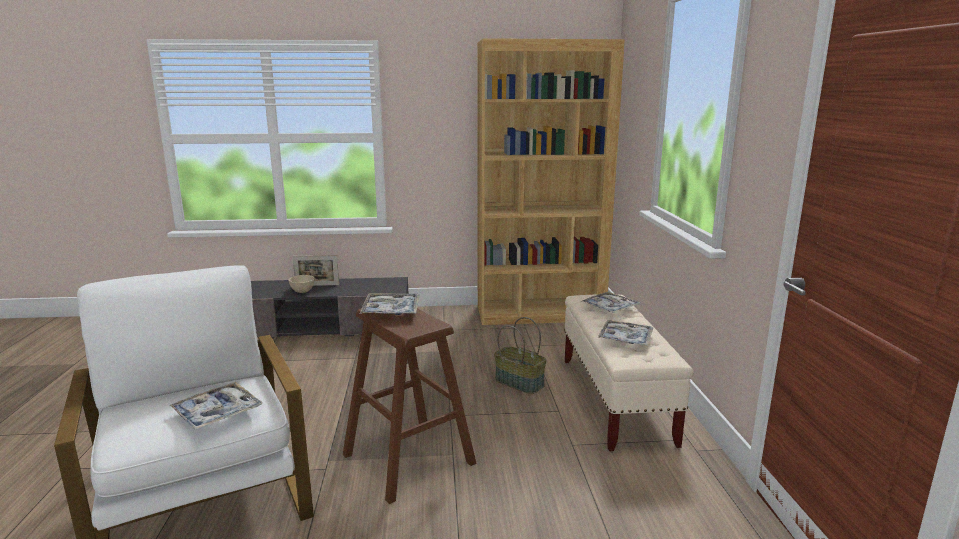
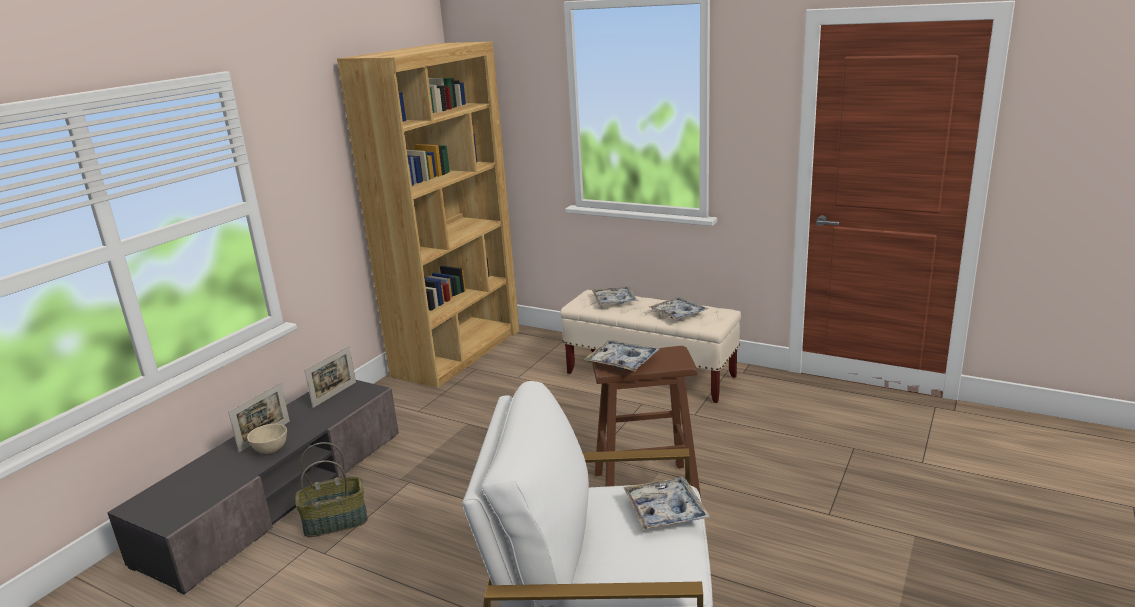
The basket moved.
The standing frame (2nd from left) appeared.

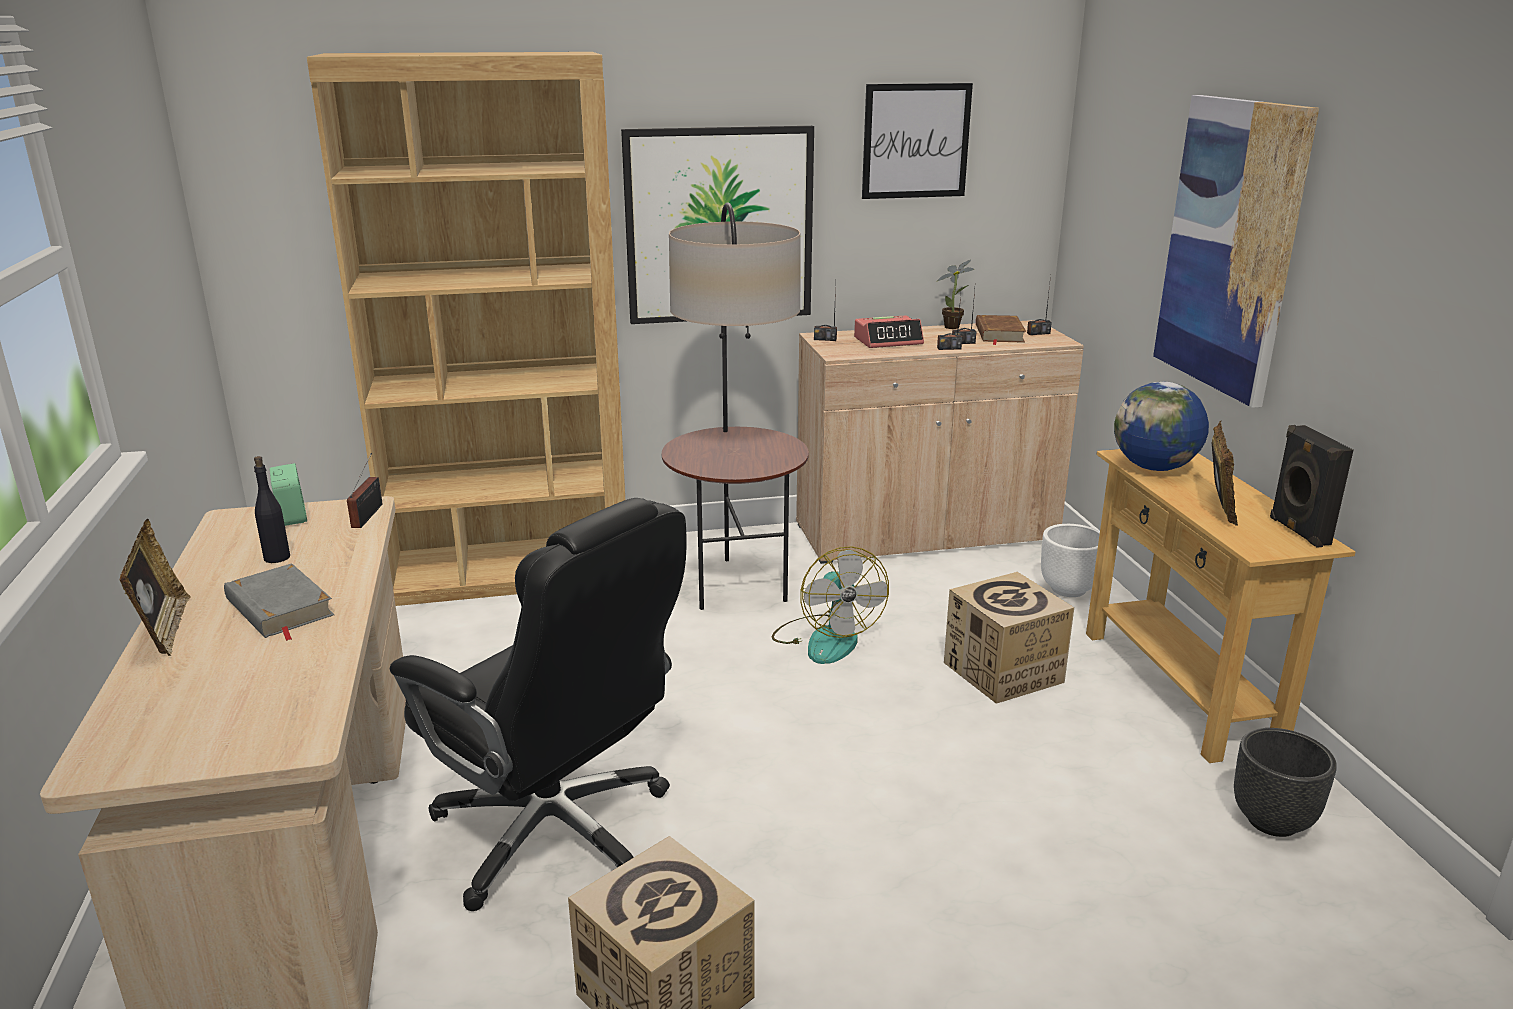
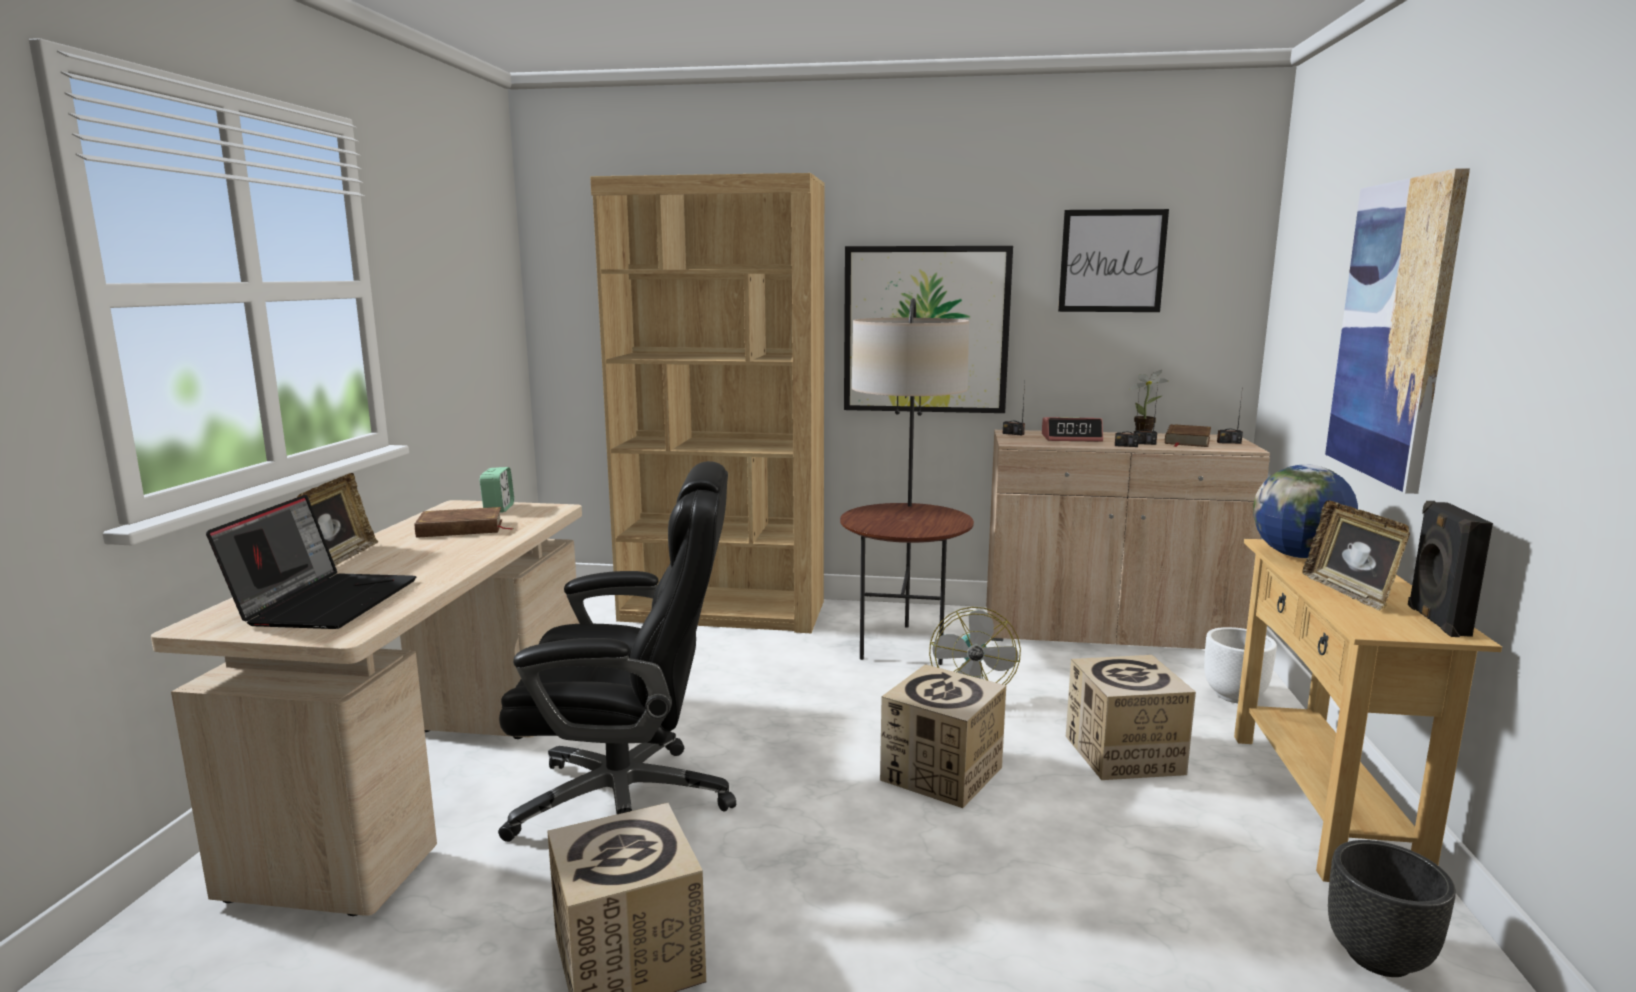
The standing frame (2nd from left) turned 135 degrees clockwise.
The radio receiver (1st from left) disappeared.
The beverage bottle in blackish was replaced by the book in brown (1st from left).
The desk chair in blackish turned 60 degrees counterclockwise.
The book in greyish disappeared.
The portable computer appeared.
The packing box (2nd from left) appeared.

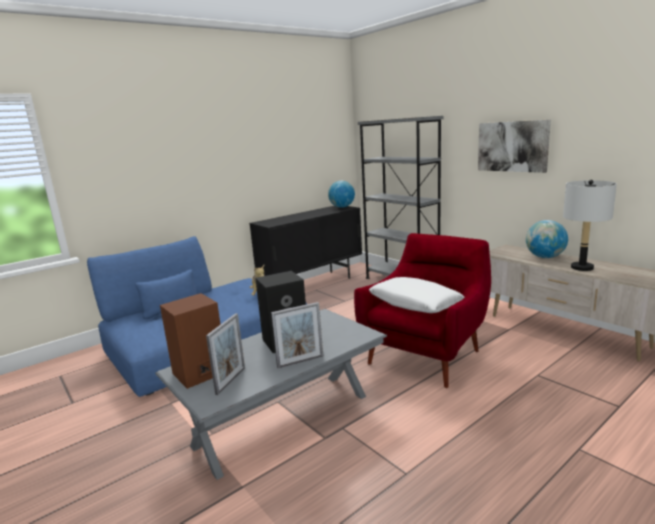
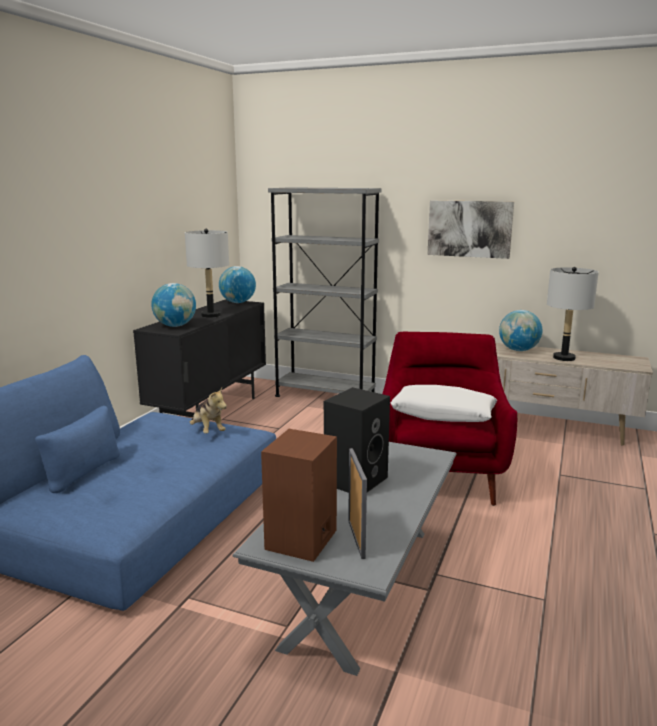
The standing frame (2nd from left) disappeared.
The lamp for a table in greyish (1st from left) appeared.
The desk globe (1st from left) appeared.

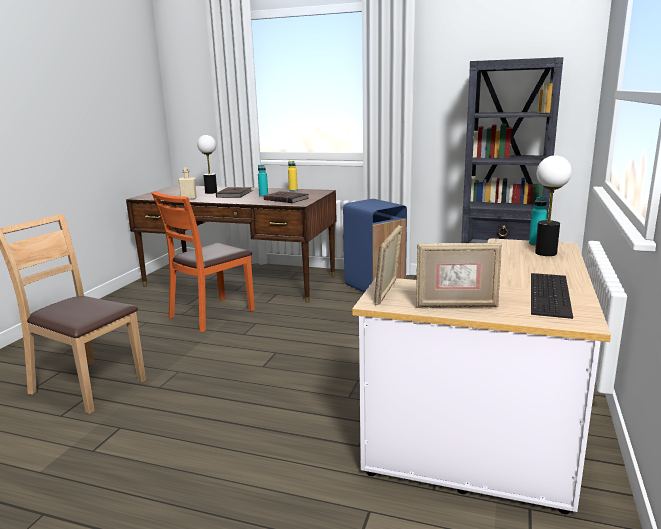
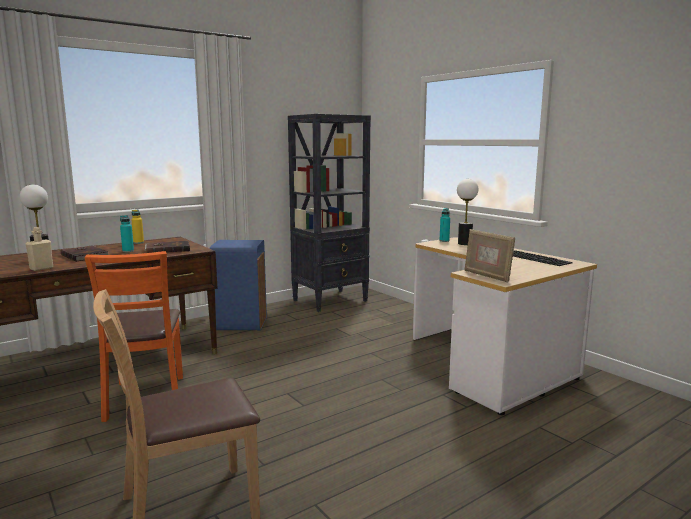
The standing frame (2nd from left) disappeared.

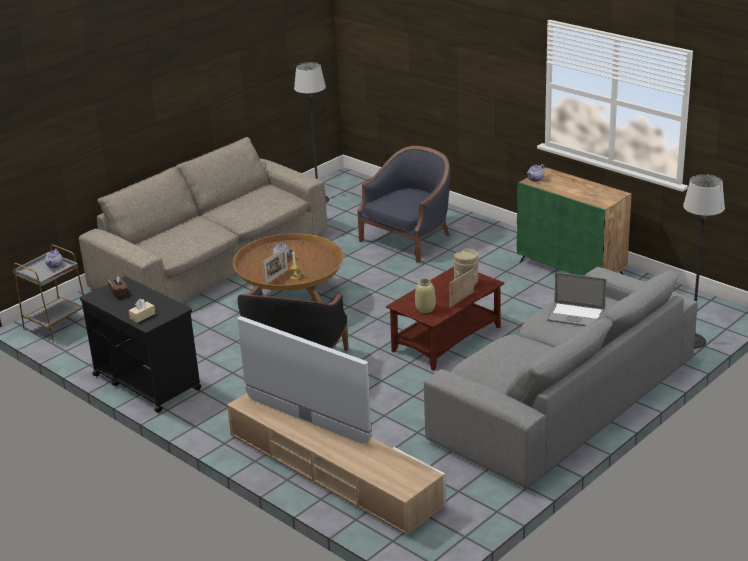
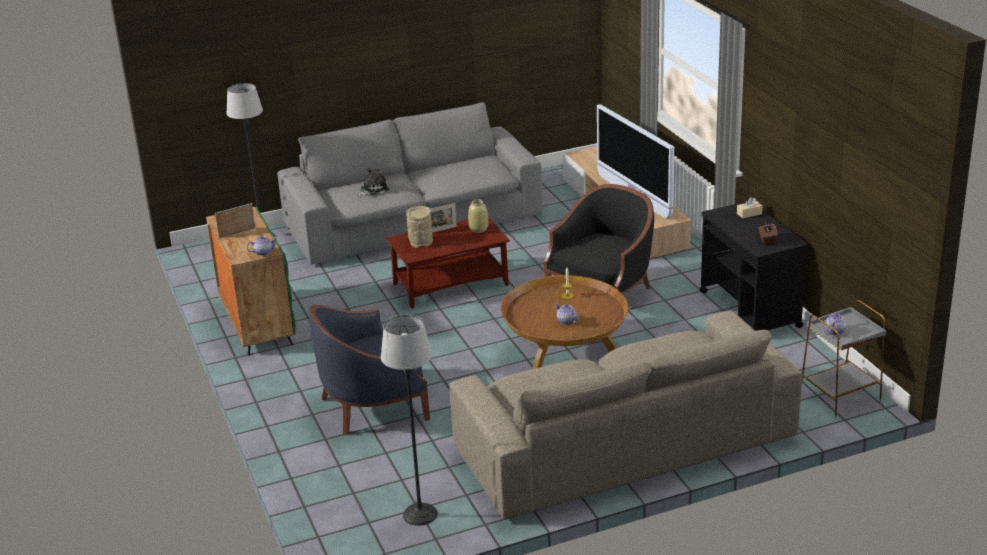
The standing frame (1st from left) moved.
The portable computer was replaced by the plush toy.

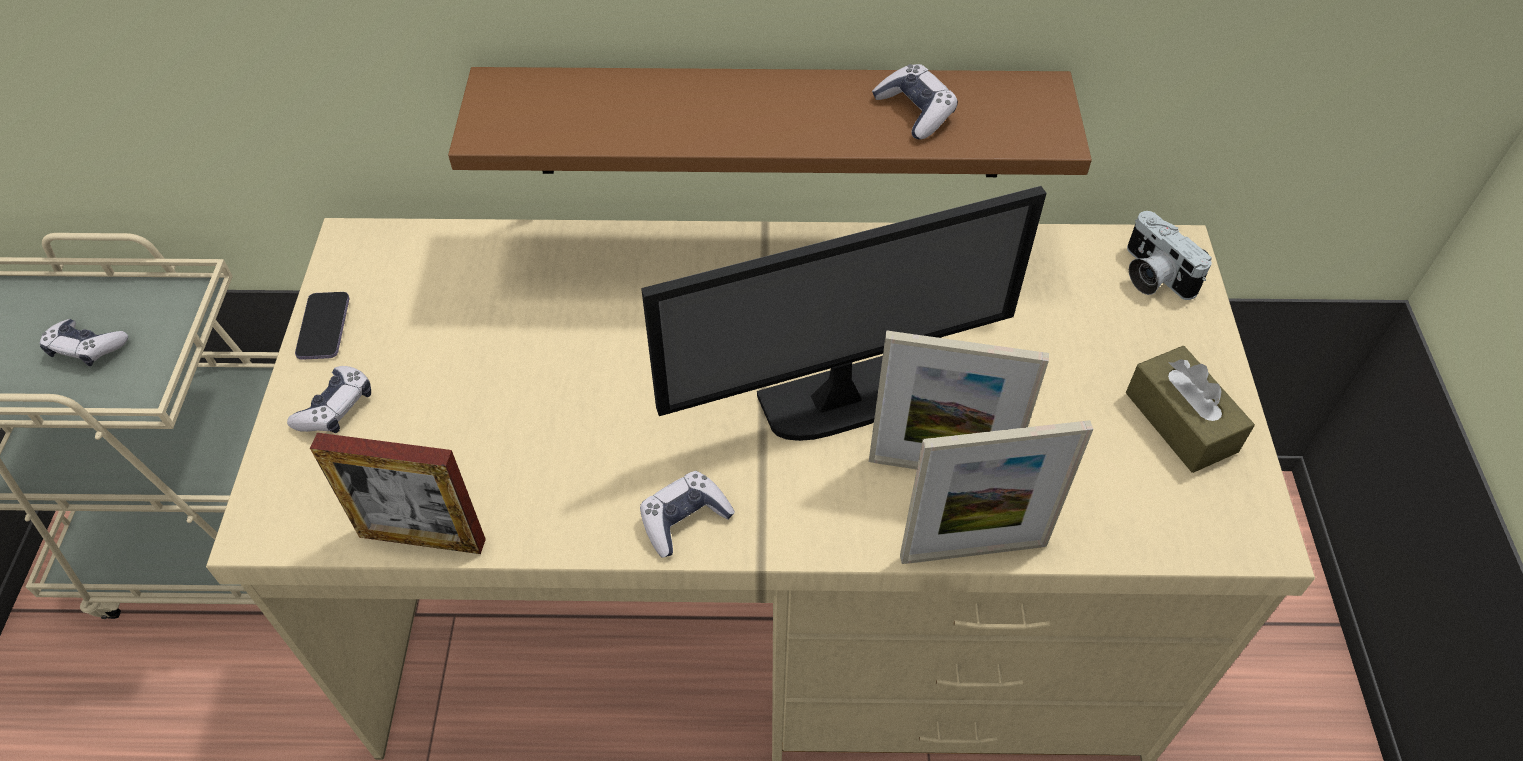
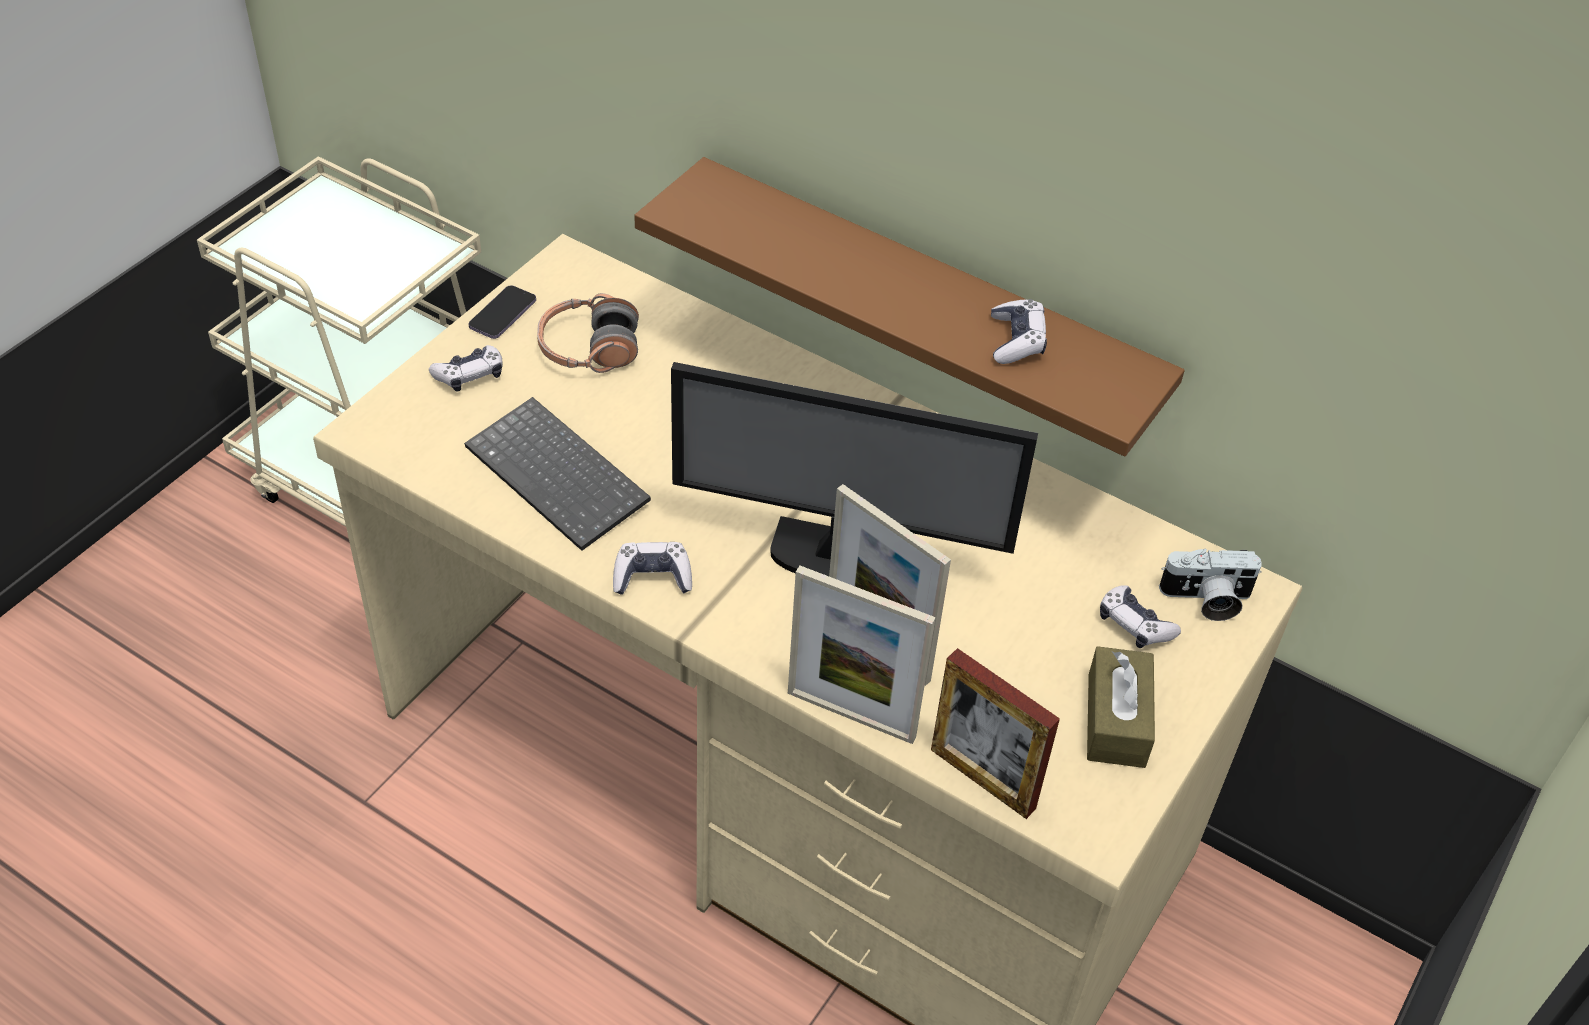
The still camera turned 90 degrees counterclockwise.
The gamepad (1st from left in the first image) moved.
The standing frame (1st from left in the first image) moved.
The pair of headphones appeared.
The keyboard appeared.

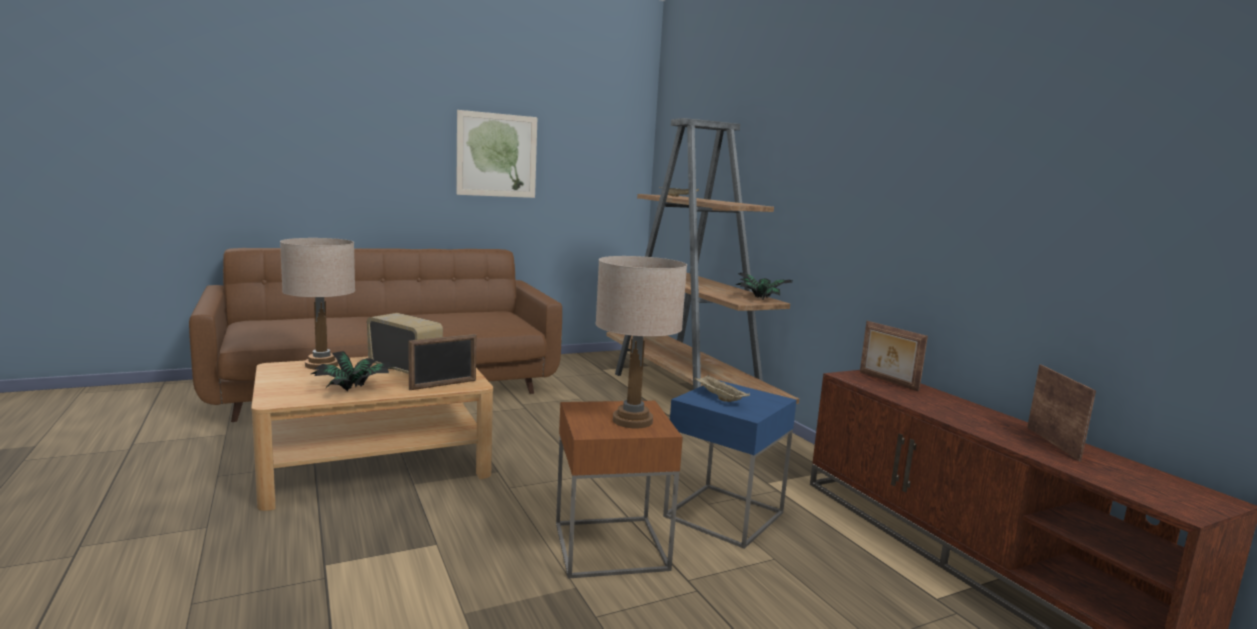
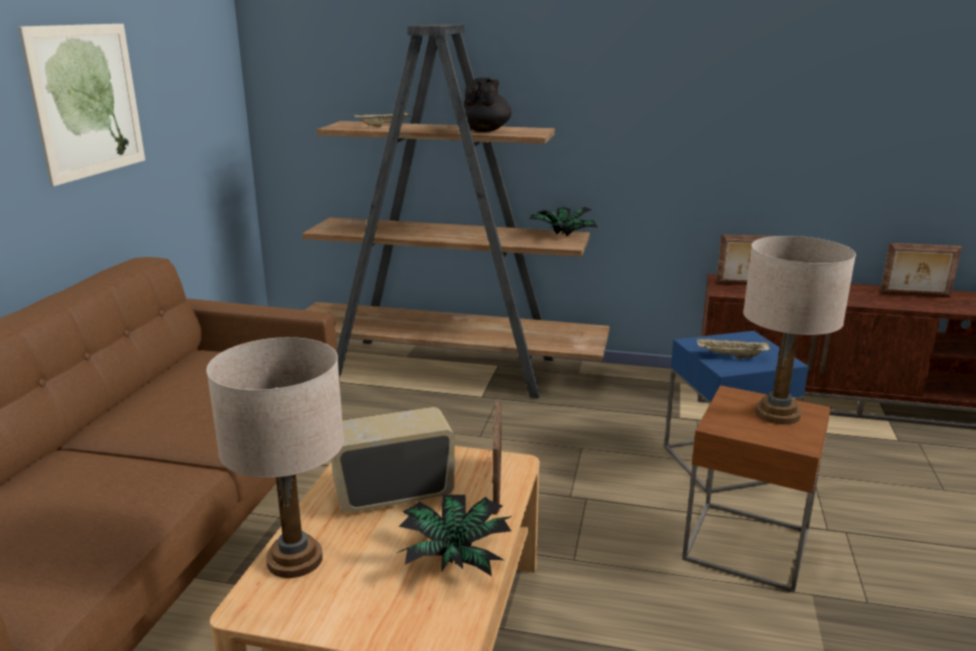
The standing frame (3rd from left) turned 150 degrees clockwise.
The pot for tea in blackish appeared.

